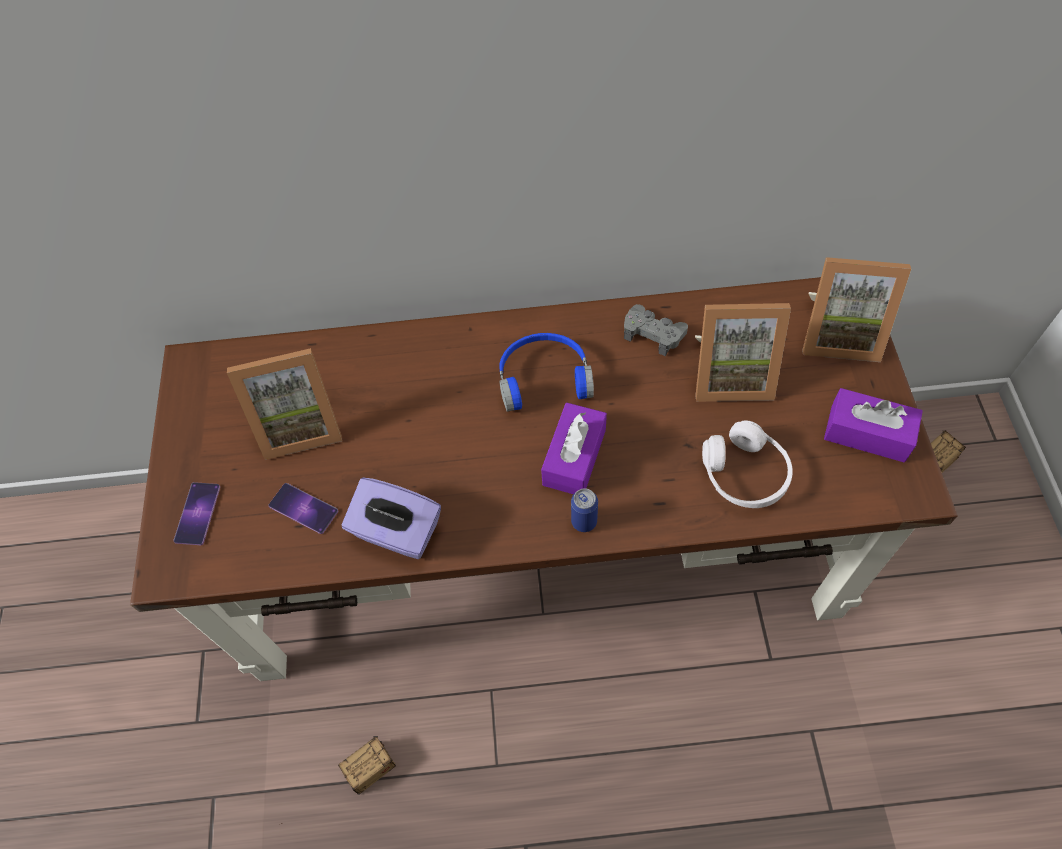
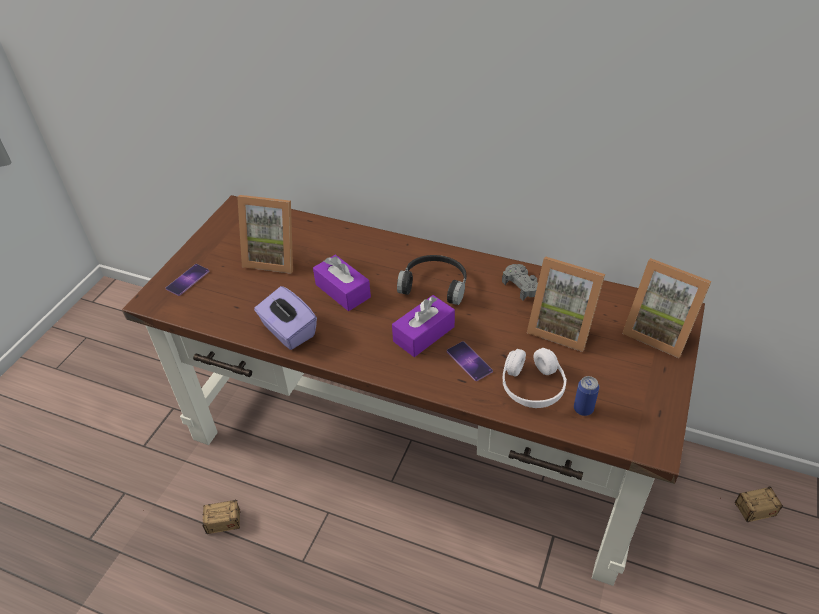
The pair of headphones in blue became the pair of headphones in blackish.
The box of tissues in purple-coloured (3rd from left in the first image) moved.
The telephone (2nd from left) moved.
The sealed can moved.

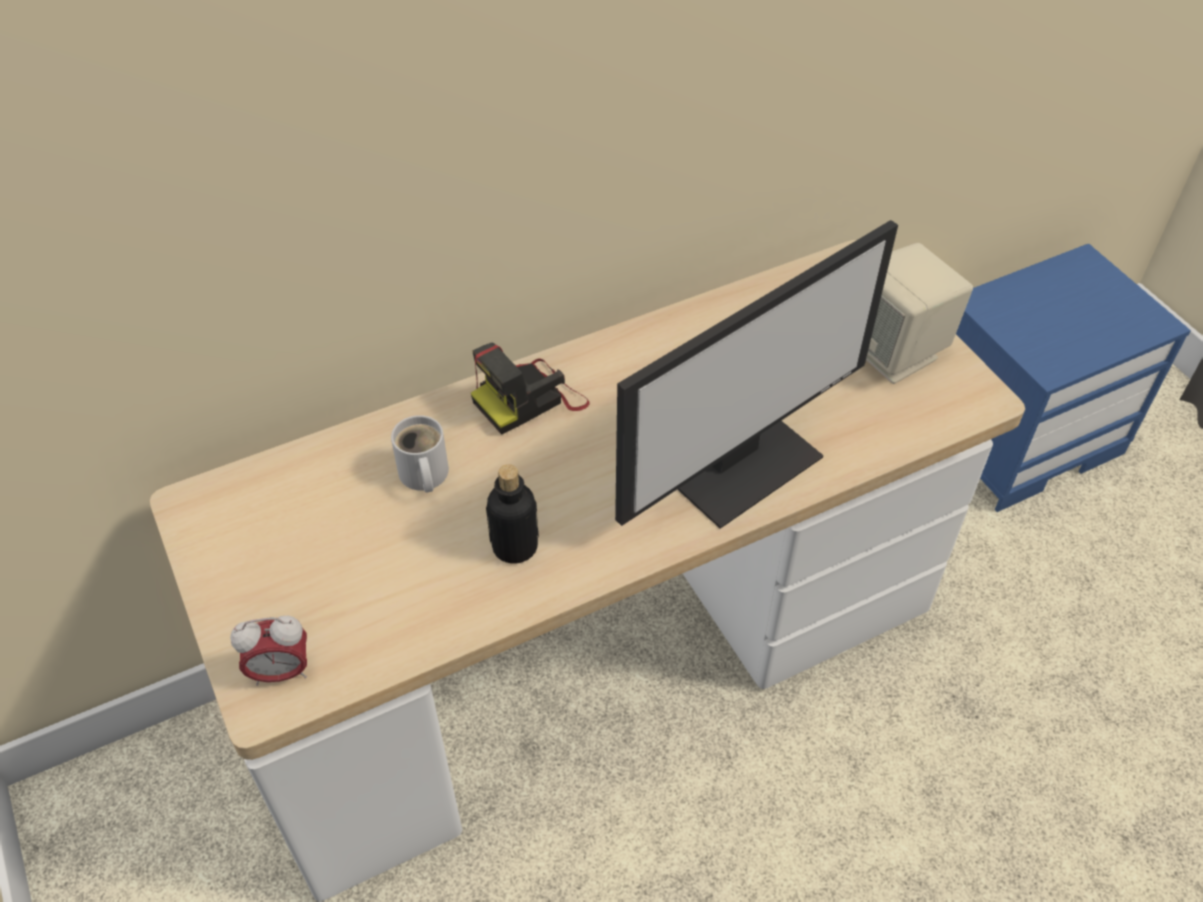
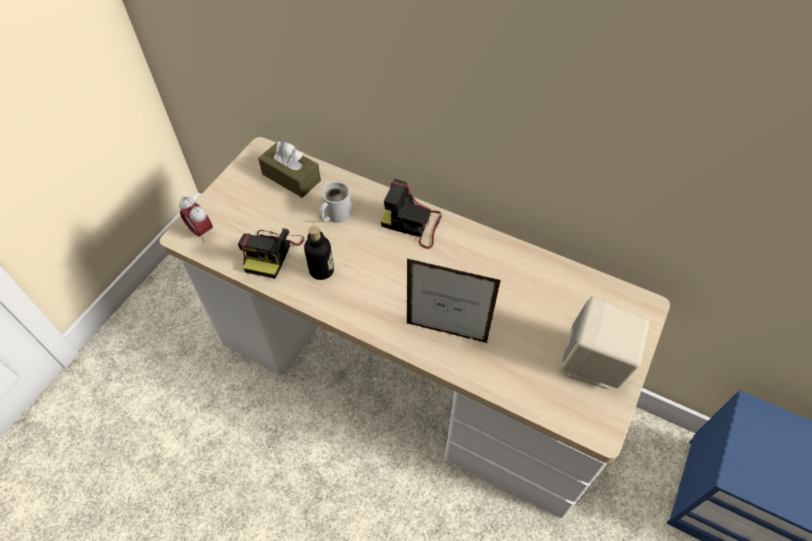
The computer screen was replaced by the standing frame.
The box of tissues in brown appeared.
The still camera (1st from left) appeared.

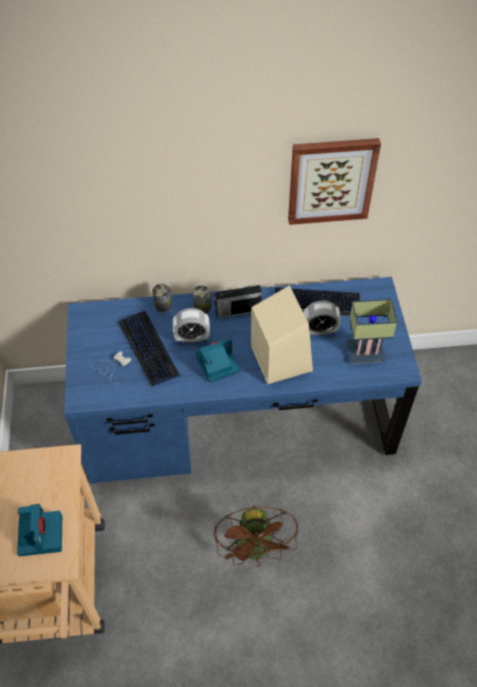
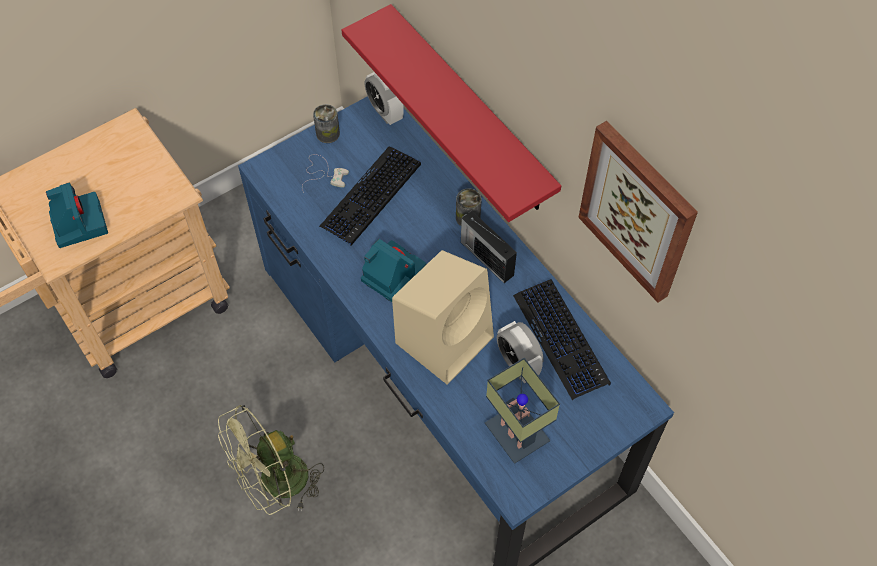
The sealed can (1st from left) moved.
The alarm clock (1st from left) moved.
The still camera (1st from left) turned 75 degrees counterclockwise.
The fan in brown became the fan in greenish.
The shelf in reddish appeared.

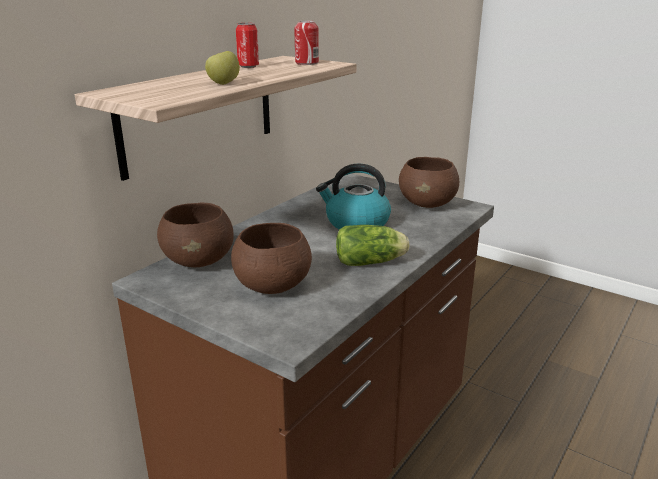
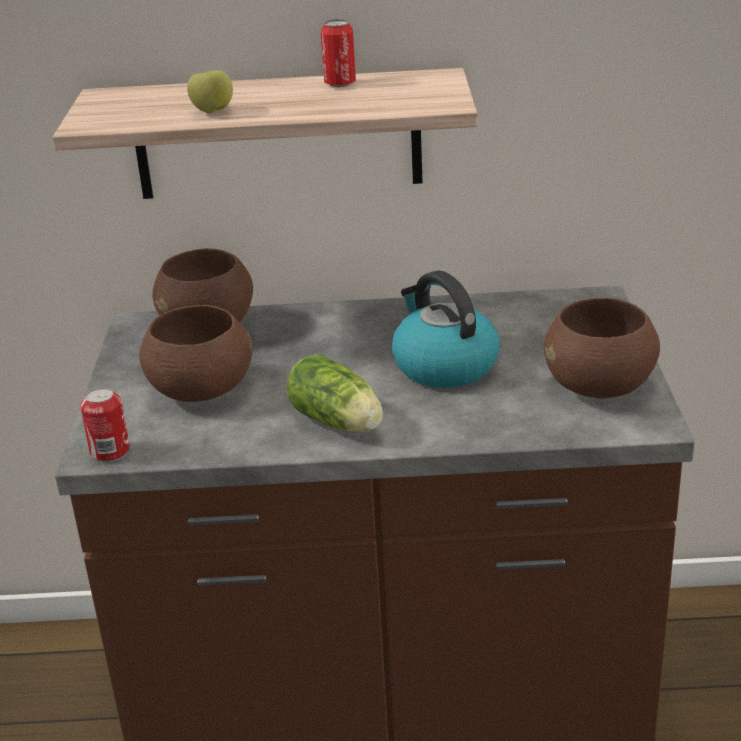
The sealed can (2nd from left in the first image) moved.

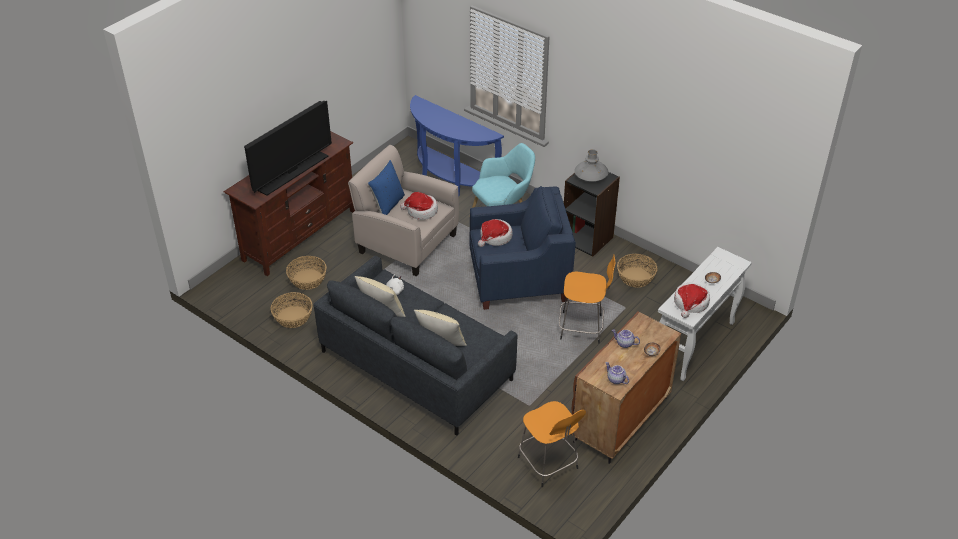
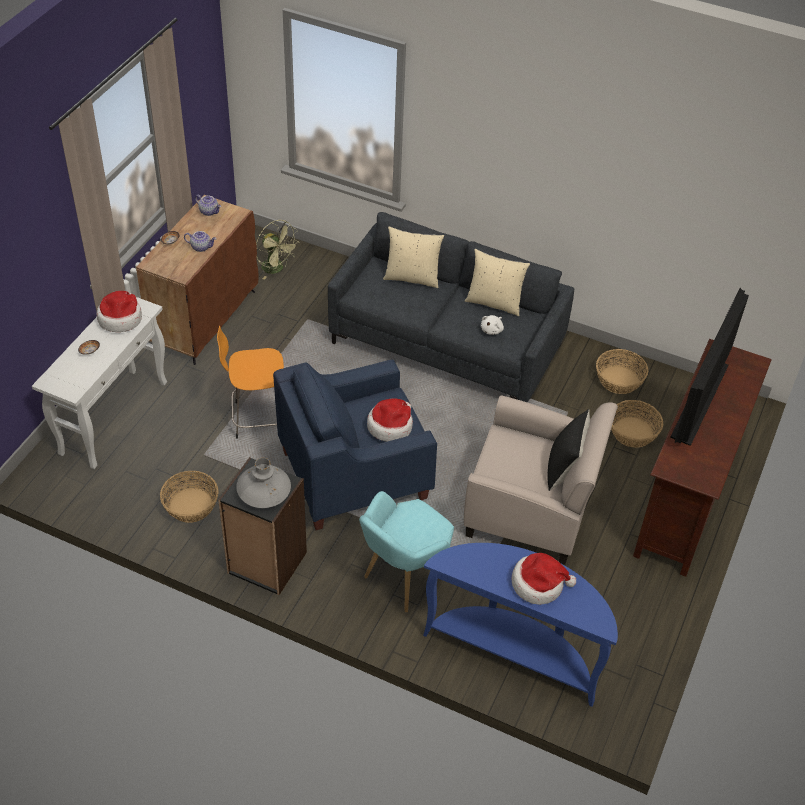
The throw pillow in blue became the throw pillow in blackish.
The wearable hat (1st from left in the first image) moved.
The sitting stool in orange (1st from left) was replaced by the fan in greenish.

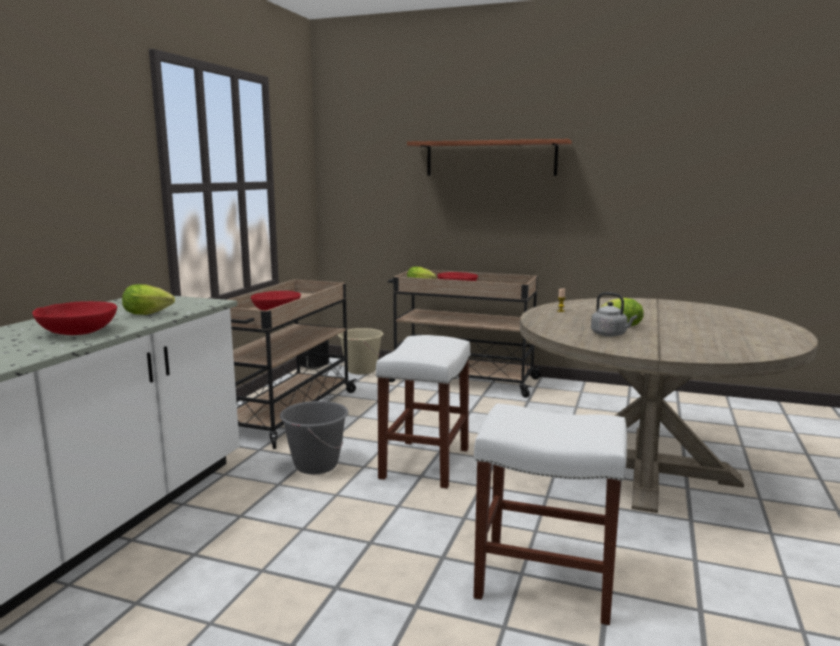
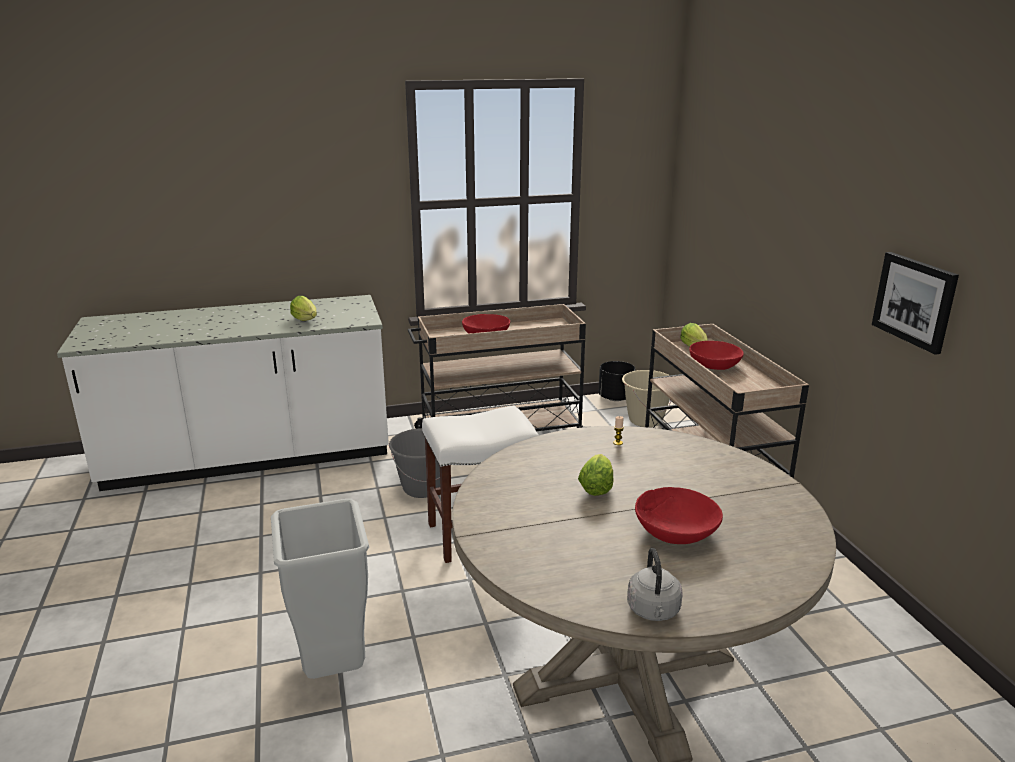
The shelf disappeared.
The kettle in greyish moved.
The bowl in reddish (1st from left in the first image) moved.
The sitting stool in white (2nd from left) was replaced by the waste bin in greyish.
The wall picture appeared.

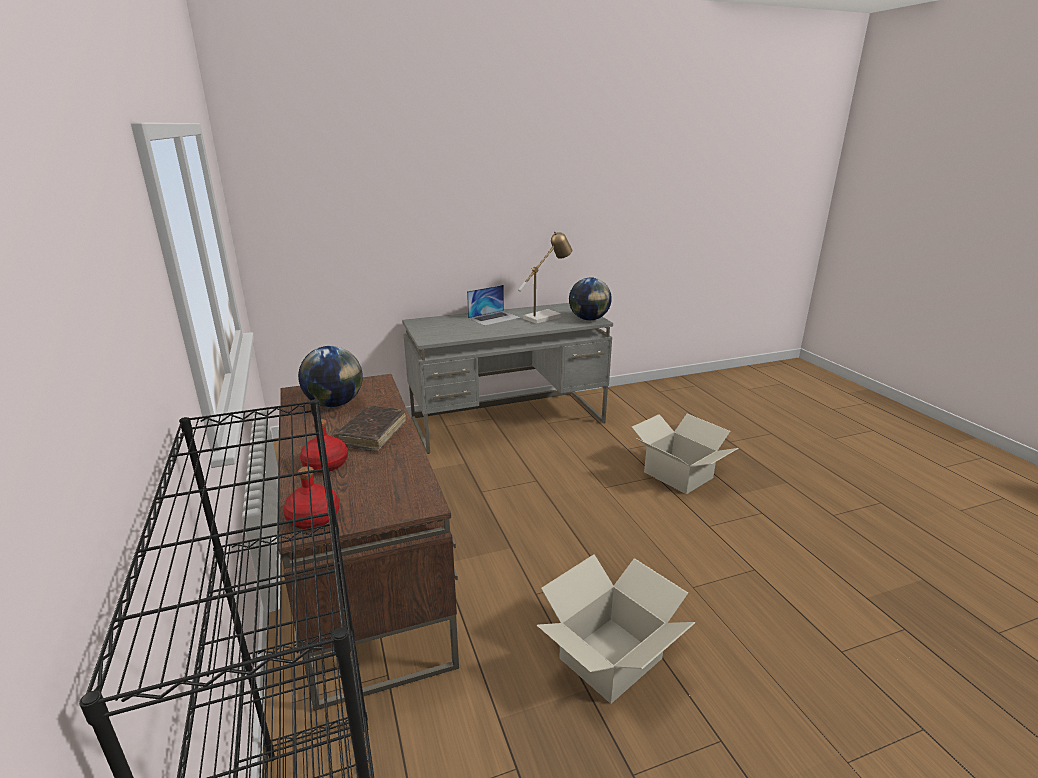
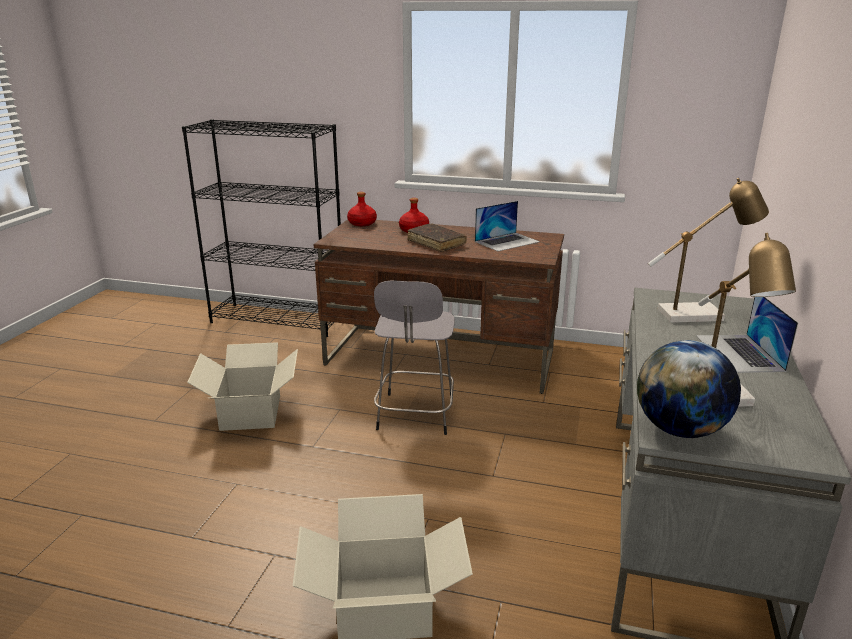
The desk globe (1st from left) was replaced by the portable computer (1st from left).
The lamp for a table (1st from left) appeared.
The sitting stool in greyish appeared.

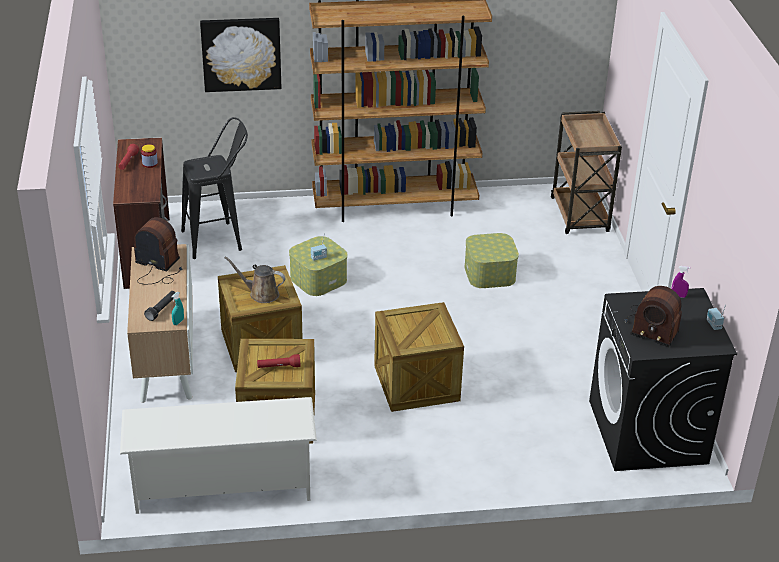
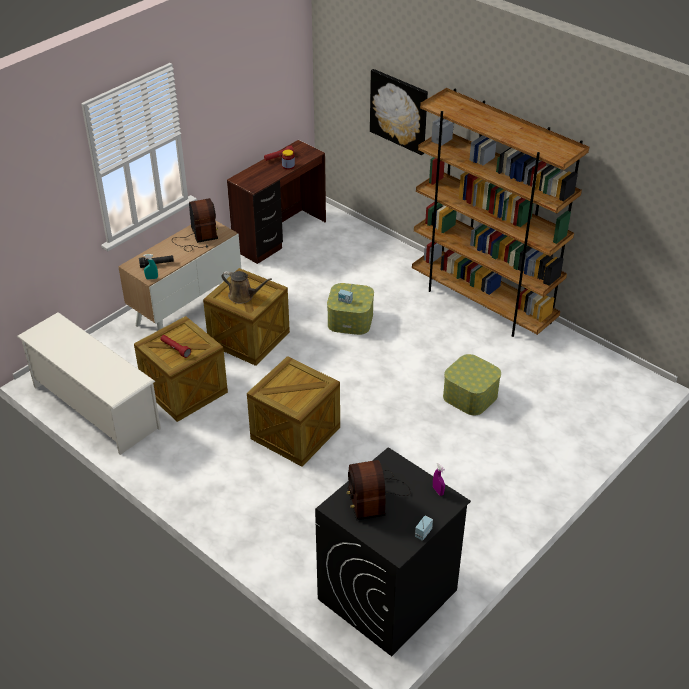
The trolley in brown disappeared.
The sitting stool in blackish disappeared.
The sprinkling can in brown turned 135 degrees clockwise.

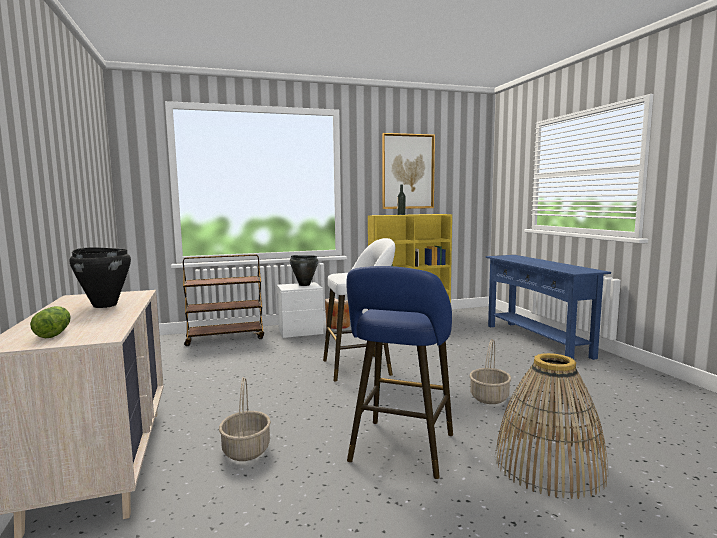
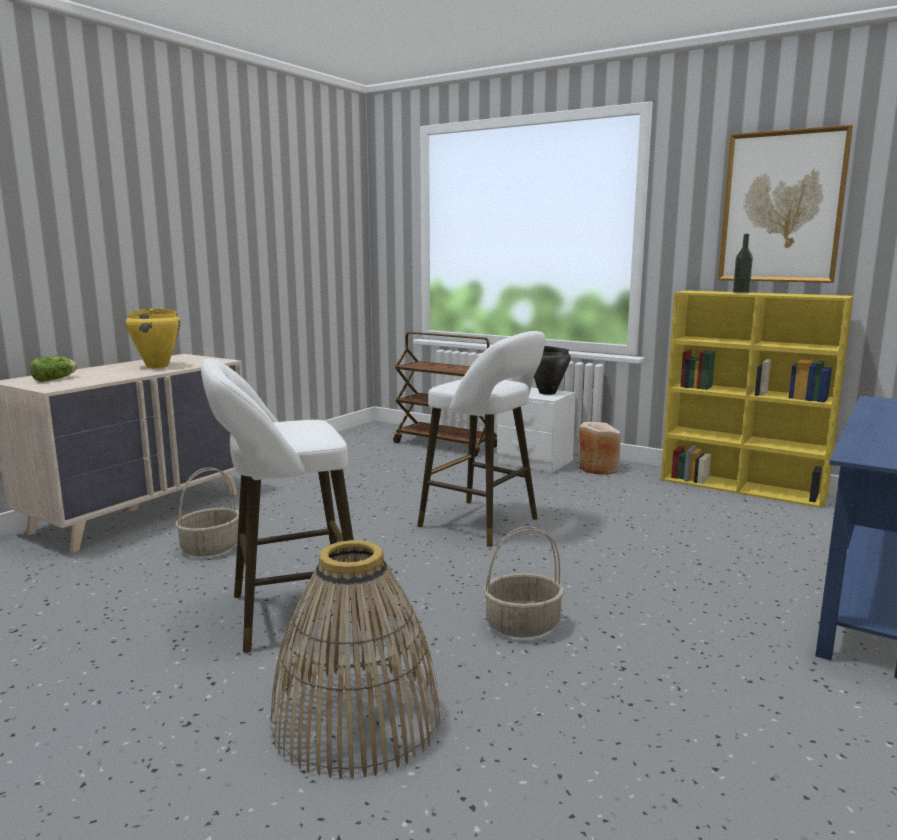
The cooking pot in blackish (1st from left) became the cooking pot in yellowish.
The sitting stool in blue became the sitting stool in white (1st from left).

